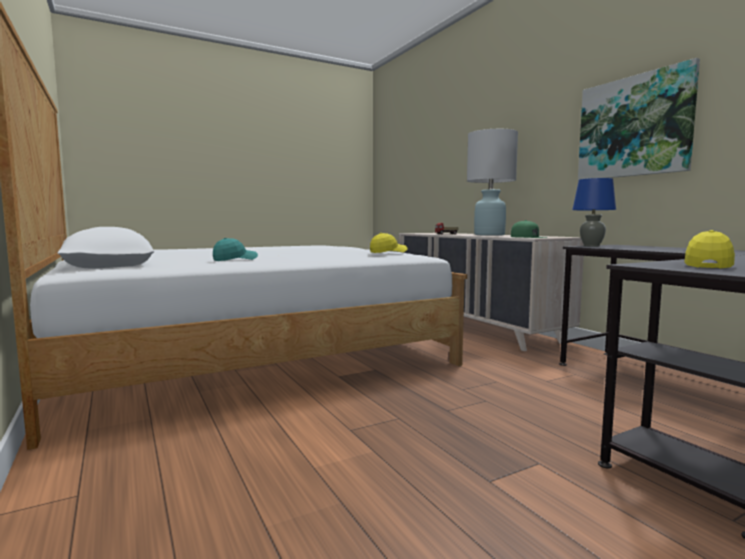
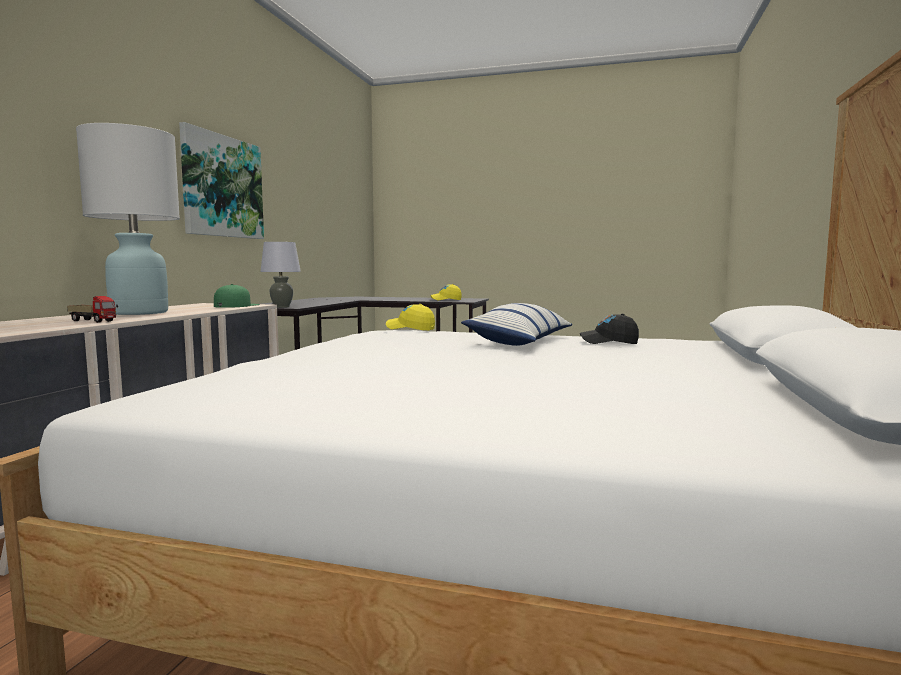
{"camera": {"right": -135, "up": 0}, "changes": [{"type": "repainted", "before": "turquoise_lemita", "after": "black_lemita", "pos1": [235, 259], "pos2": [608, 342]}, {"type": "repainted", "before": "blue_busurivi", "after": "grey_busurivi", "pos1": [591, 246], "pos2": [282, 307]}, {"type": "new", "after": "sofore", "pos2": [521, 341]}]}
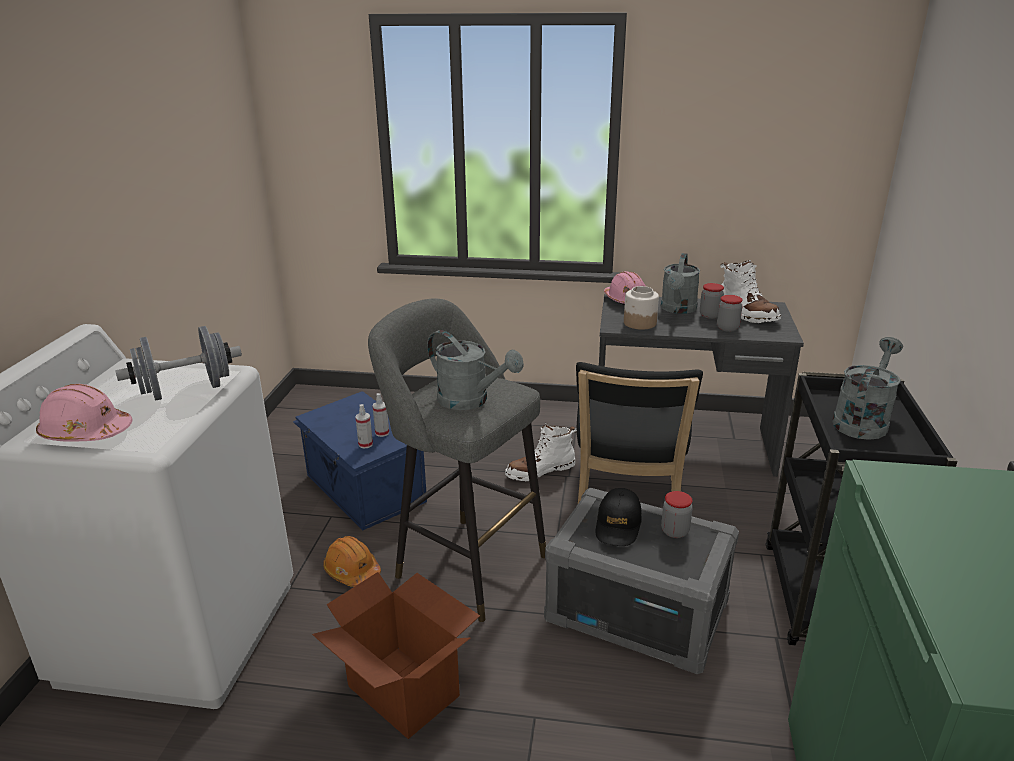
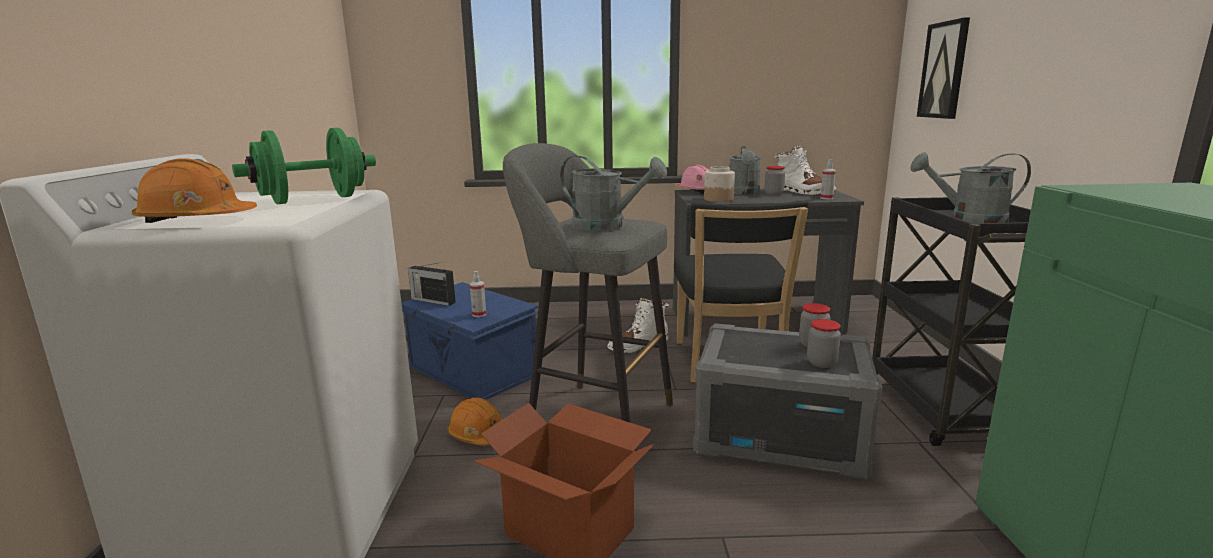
{"camera": {"right": -10, "up": -10}, "changes": [{"type": "repainted", "before": "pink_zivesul", "after": "orange_zivesul", "pos1": [86, 432], "pos2": [197, 221]}, {"type": "repainted", "before": "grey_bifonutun", "after": "green_bifonutun", "pos1": [186, 390], "pos2": [313, 200]}, {"type": "shifted", "before": "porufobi", "pos1": [382, 433], "pos2": [826, 198]}, {"type": "gone", "before": "black_lemita", "pos1": [618, 525]}, {"type": "shifted", "before": "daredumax", "pos1": [727, 328], "pos2": [821, 363]}, {"type": "rotated", "before": "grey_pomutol", "pos1": [862, 420], "pos2": [968, 220], "turn": -105}, {"type": "new", "after": "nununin", "pos2": [432, 300]}, {"type": "new", "after": "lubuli", "pos2": [944, 70]}]}
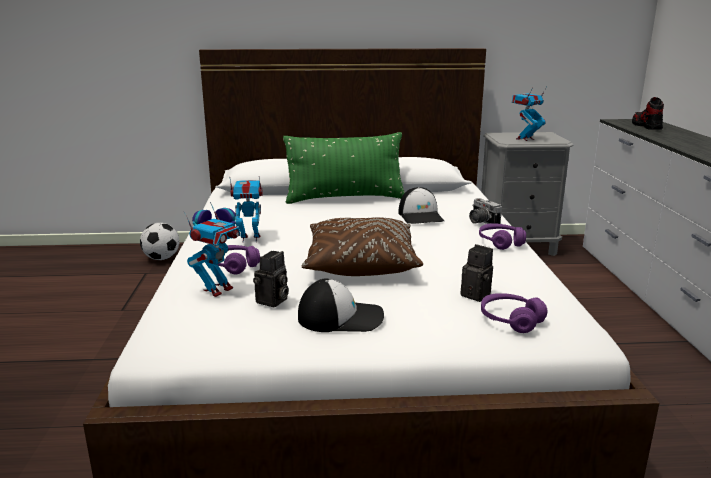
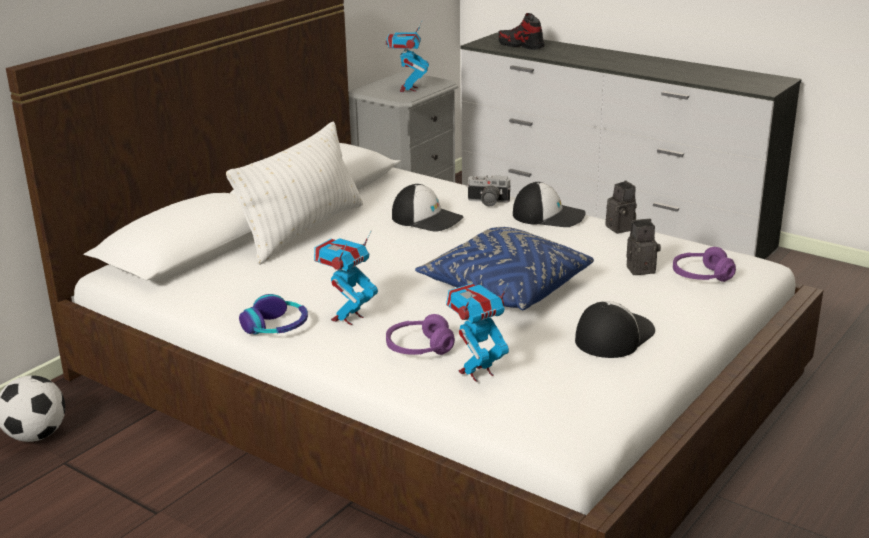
{"camera": {"right": -50, "up": 5}, "changes": [{"type": "rotated", "before": "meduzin", "pos1": [217, 290], "pos2": [477, 372], "turn": -105}, {"type": "shifted", "before": "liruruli", "pos1": [272, 301], "pos2": [622, 228]}, {"type": "repainted", "before": "green_sofore", "after": "white_sofore", "pos1": [345, 198], "pos2": [303, 231]}, {"type": "repainted", "before": "brown_sofore", "after": "blue_sofore", "pos1": [360, 263], "pos2": [504, 288]}, {"type": "swapped", "before": "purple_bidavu", "after": "lemita", "pos1": [500, 242], "pos2": [549, 216]}]}
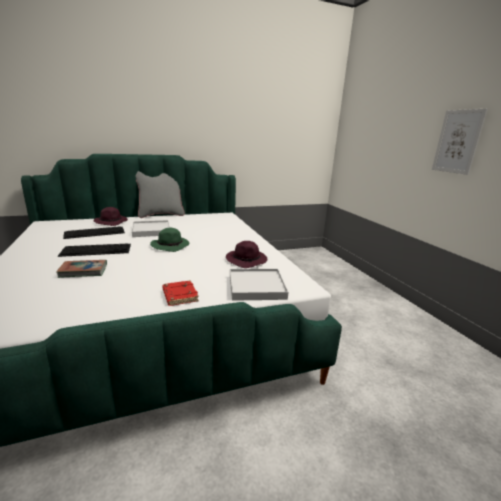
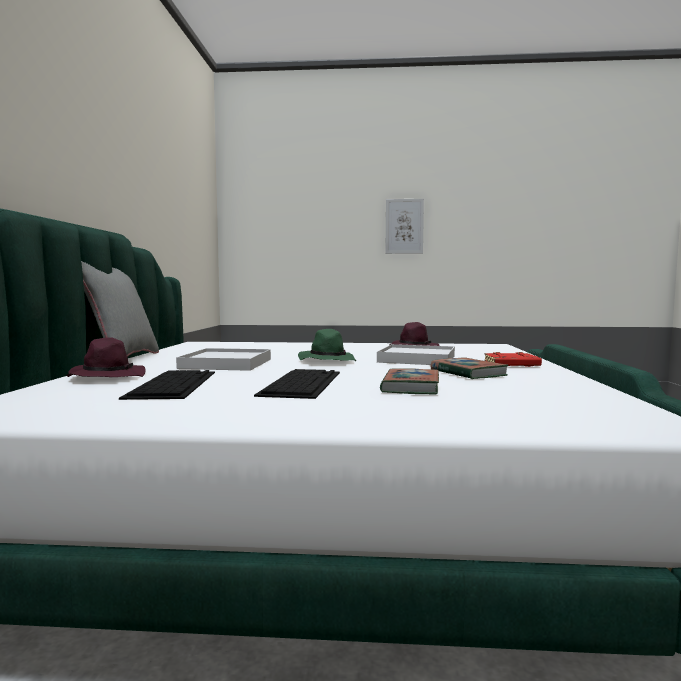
{"camera": {"right": -65, "up": -15}, "changes": [{"type": "shifted", "before": "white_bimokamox", "pos1": [256, 286], "pos2": [416, 359]}, {"type": "new", "after": "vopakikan", "pos2": [467, 373]}]}
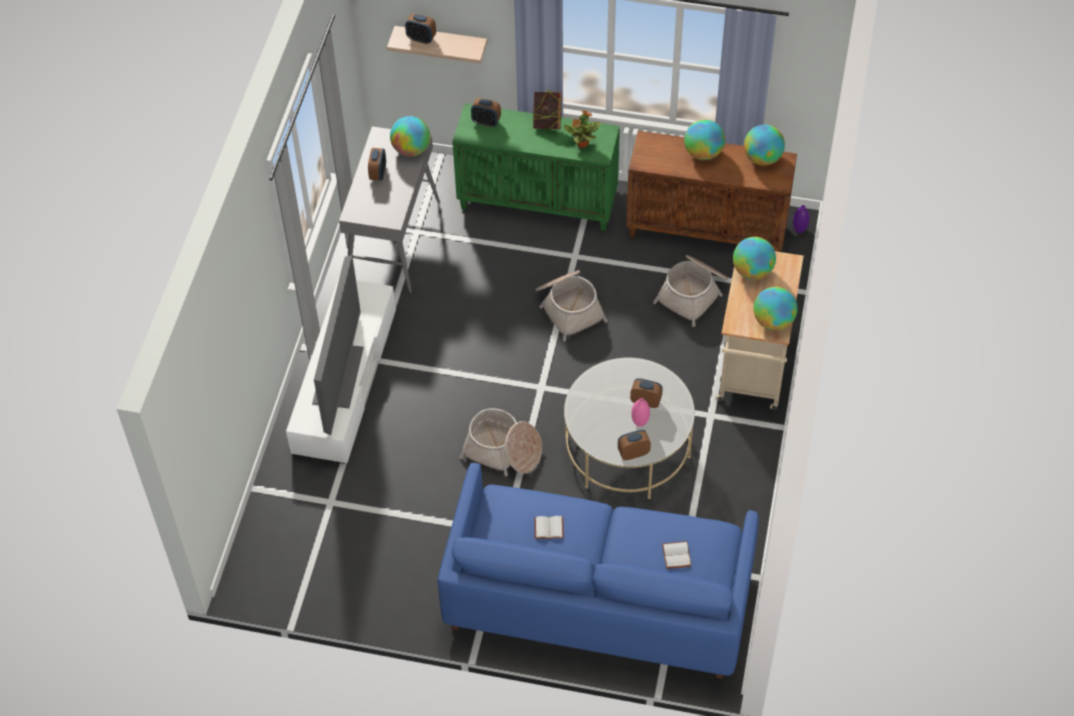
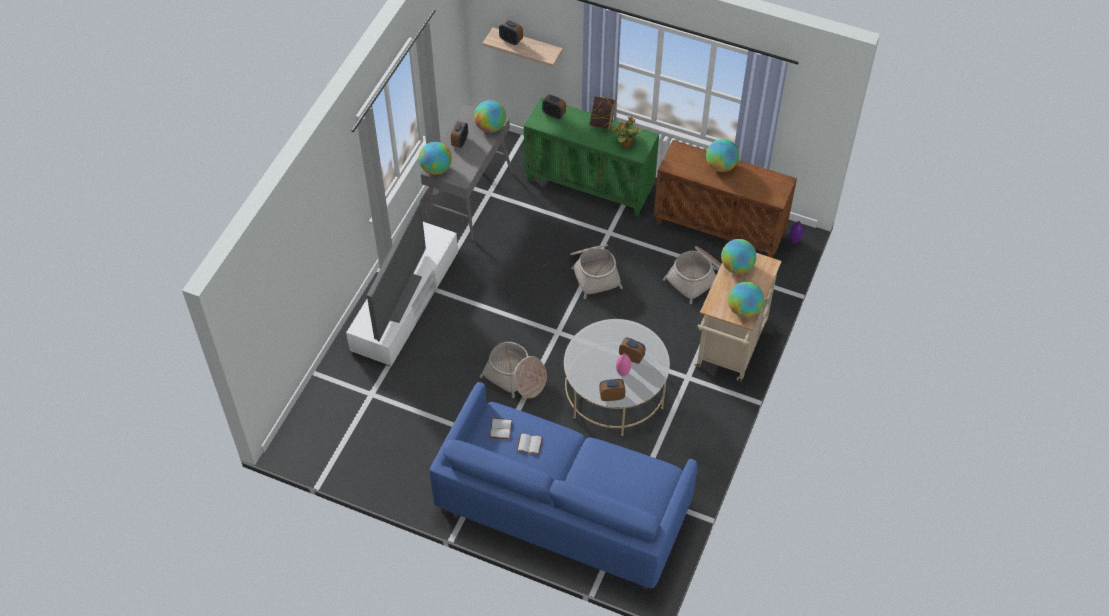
{"camera": {"right": 10, "up": 0}, "changes": [{"type": "shifted", "before": "white_vopakikan", "pos1": [675, 555], "pos2": [500, 428]}, {"type": "shifted", "before": "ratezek", "pos1": [762, 158], "pos2": [436, 169]}]}
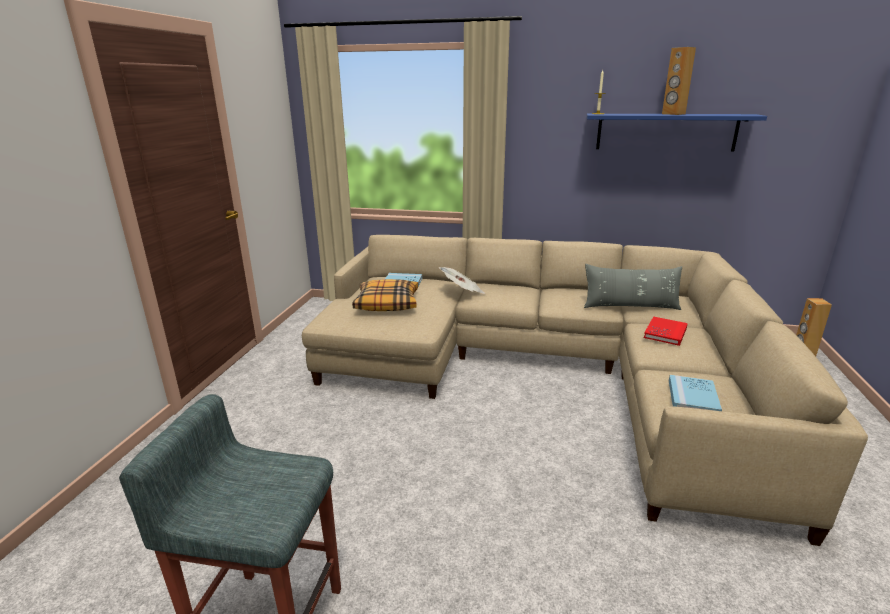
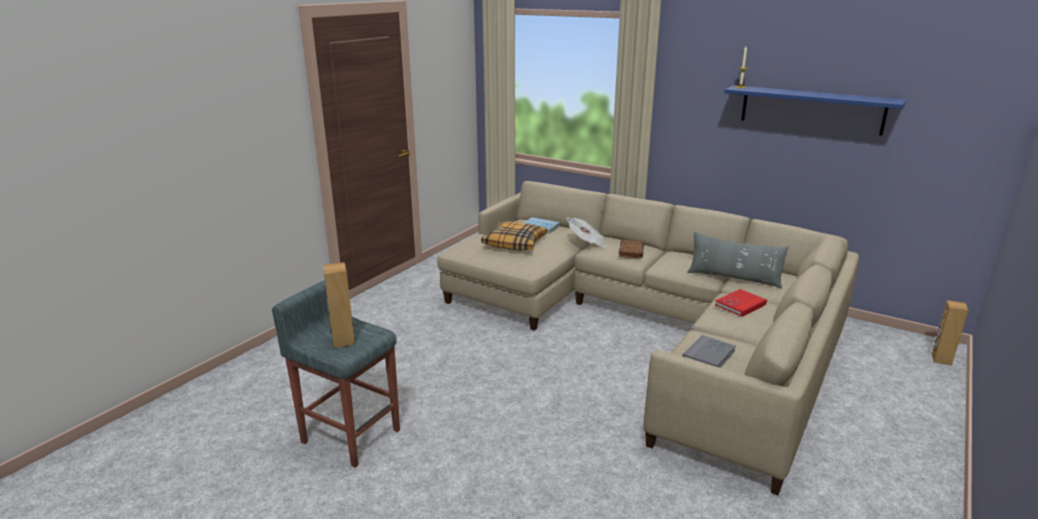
{"camera": {"right": 20, "up": 0}, "changes": [{"type": "shifted", "before": "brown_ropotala", "pos1": [673, 114], "pos2": [343, 341]}, {"type": "repainted", "before": "blue_vopakikan", "after": "grey_vopakikan", "pos1": [693, 397], "pos2": [708, 355]}, {"type": "new", "after": "brown_vopakikan", "pos2": [630, 251]}]}
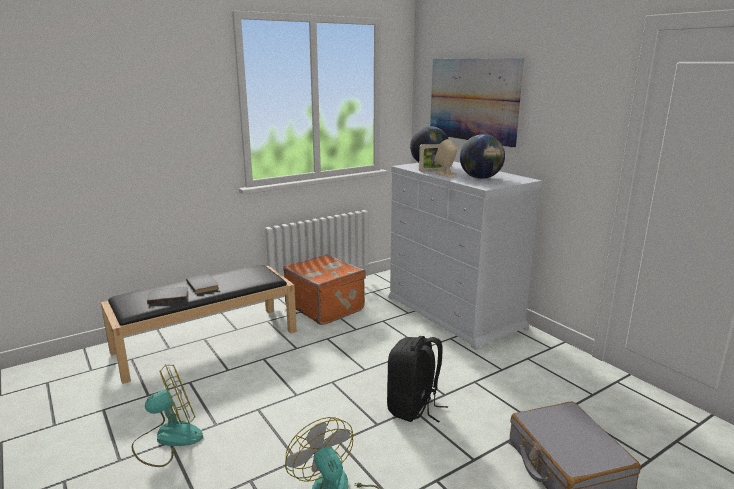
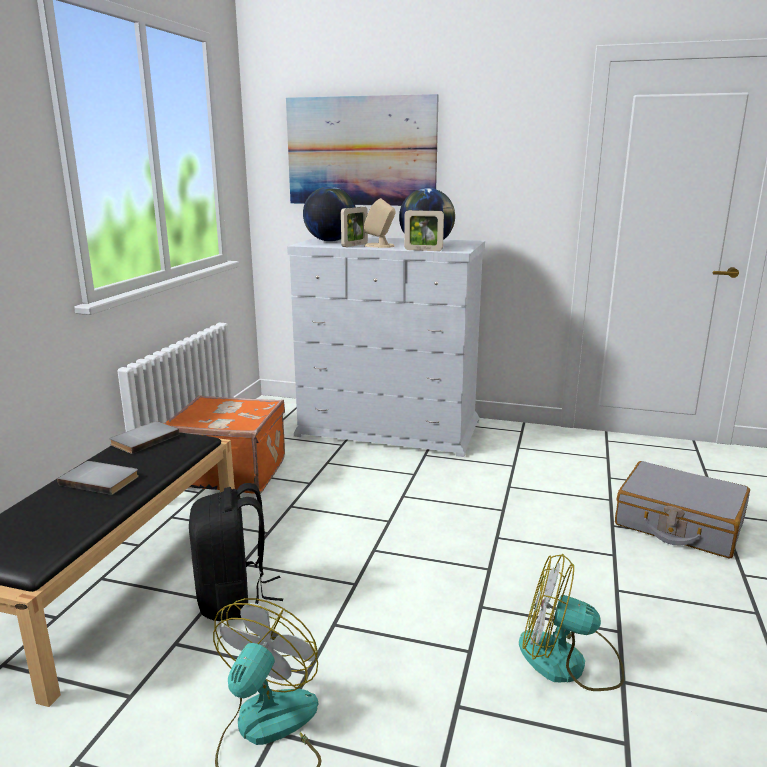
{"camera": {"right": -40, "up": 0}, "changes": [{"type": "shifted", "before": "grey_vopakikan", "pos1": [168, 296], "pos2": [143, 439]}, {"type": "shifted", "before": "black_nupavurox", "pos1": [413, 408], "pos2": [234, 598]}, {"type": "new", "after": "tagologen", "pos2": [423, 250]}]}
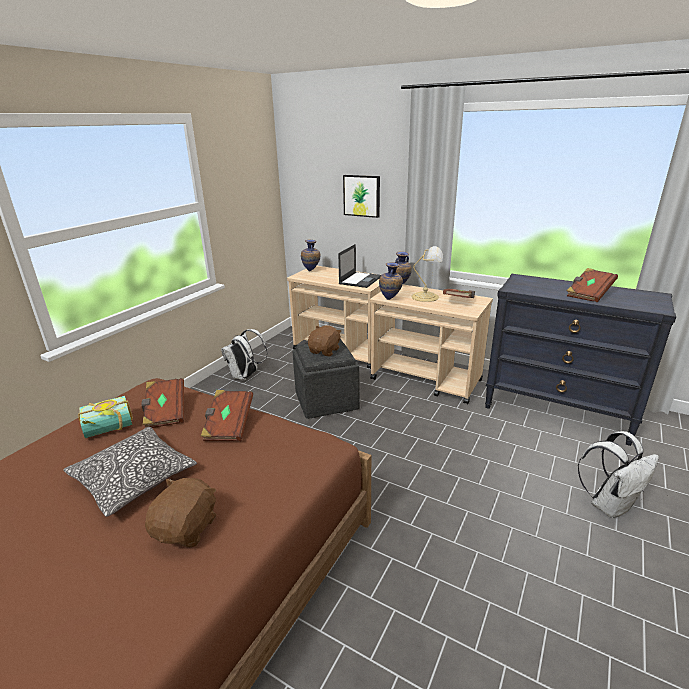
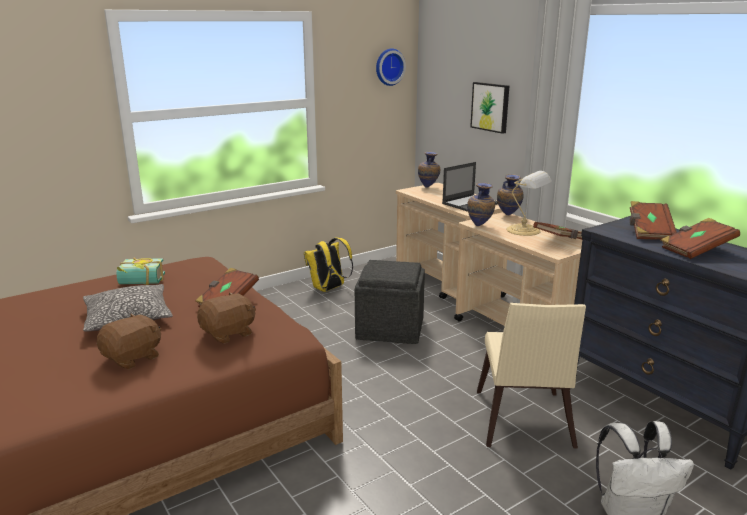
{"camera": {"right": 25, "up": -5}, "changes": [{"type": "shifted", "before": "brown_vopakikan", "pos1": [165, 412], "pos2": [649, 232]}, {"type": "repainted", "before": "white_nupavurox", "after": "yellow_nupavurox", "pos1": [246, 376], "pos2": [328, 289]}, {"type": "shifted", "before": "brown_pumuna", "pos1": [325, 351], "pos2": [228, 333]}, {"type": "new", "after": "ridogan", "pos2": [389, 67]}, {"type": "new", "after": "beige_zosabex", "pos2": [522, 423]}]}
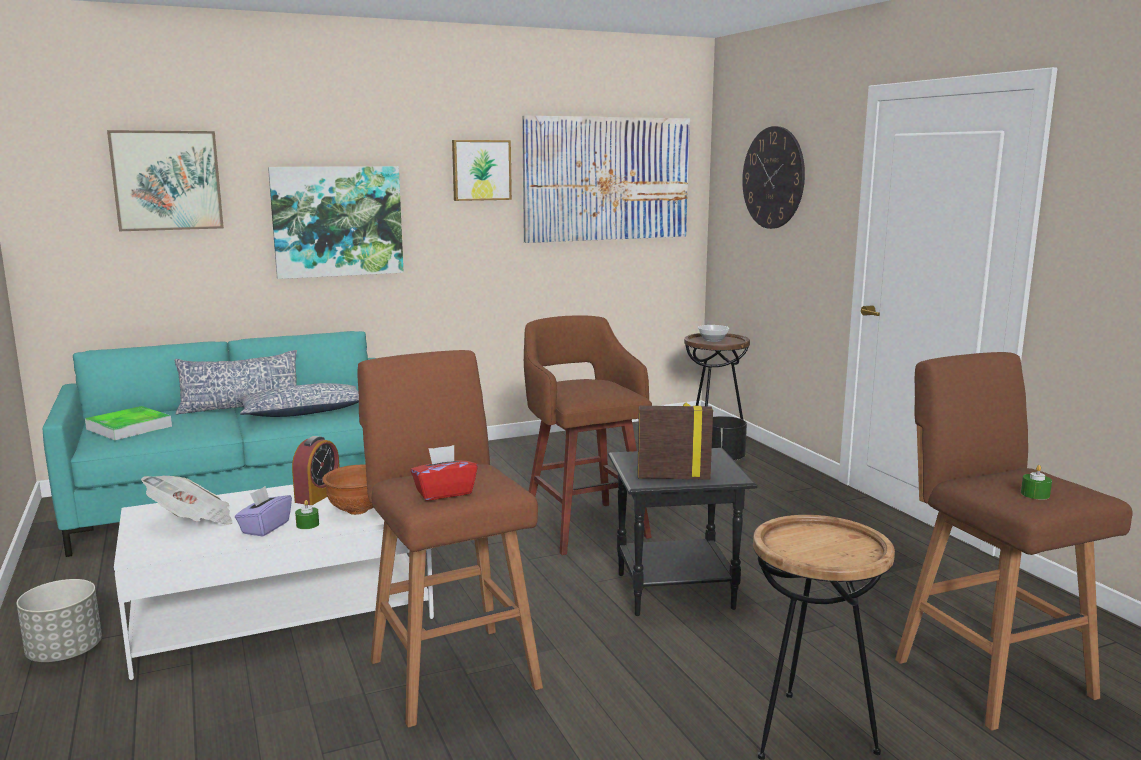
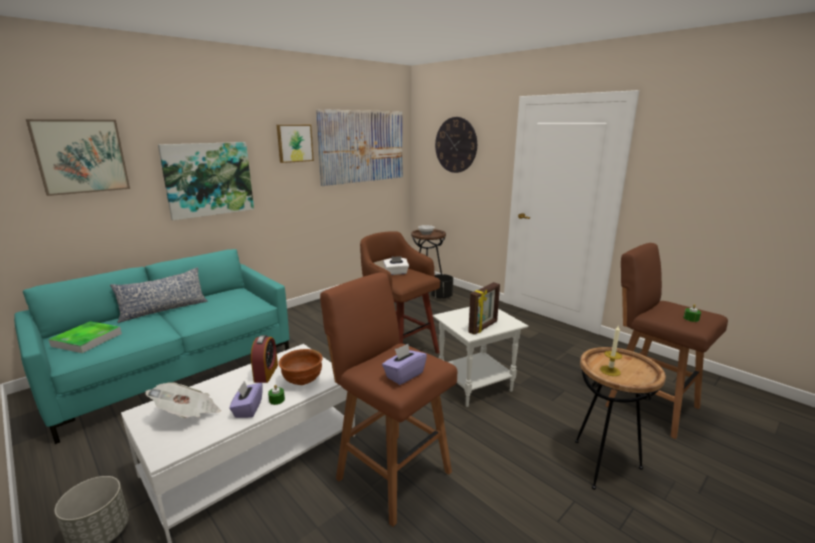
{"camera": {"right": -20, "up": 5}, "changes": [{"type": "gone", "before": "sofore", "pos1": [302, 413]}, {"type": "repainted", "before": "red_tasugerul", "after": "purple_tasugerul", "pos1": [444, 493], "pos2": [404, 375]}, {"type": "repainted", "before": "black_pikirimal", "after": "white_pikirimal", "pos1": [673, 591], "pos2": [474, 386]}, {"type": "rotated", "before": "tagologen", "pos1": [673, 477], "pos2": [483, 327], "turn": 150}, {"type": "new", "after": "white_tasugerul", "pos2": [396, 273]}, {"type": "new", "after": "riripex", "pos2": [610, 371]}]}
